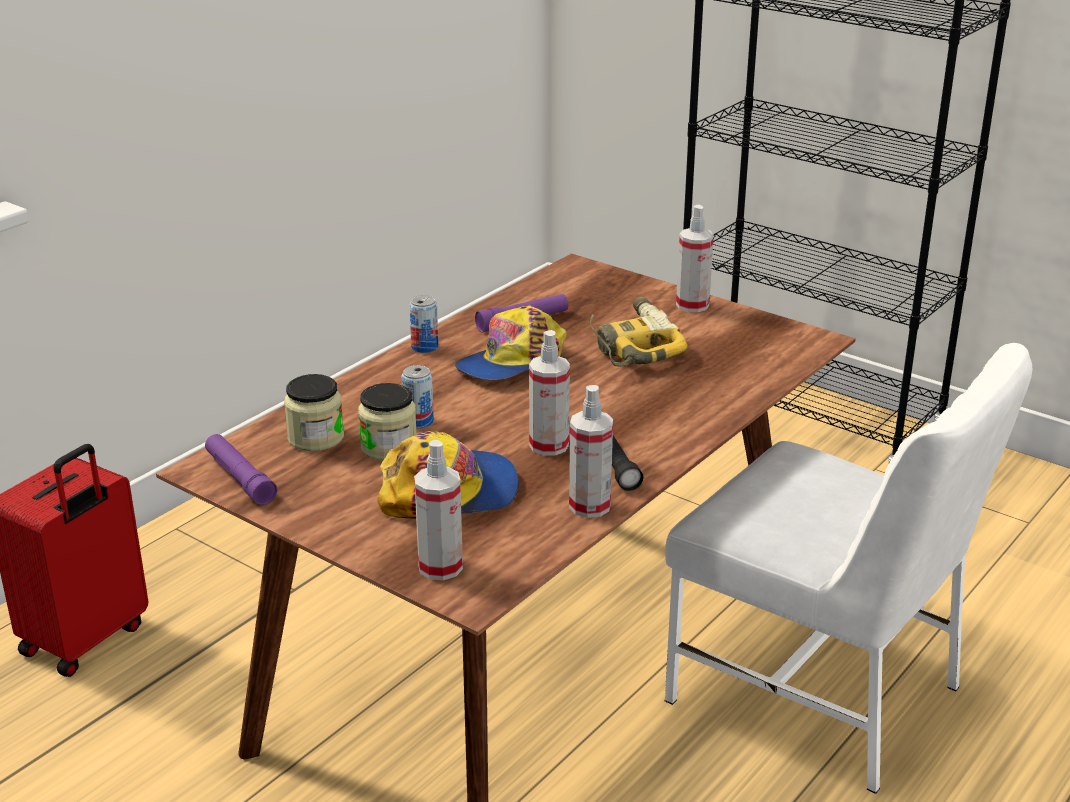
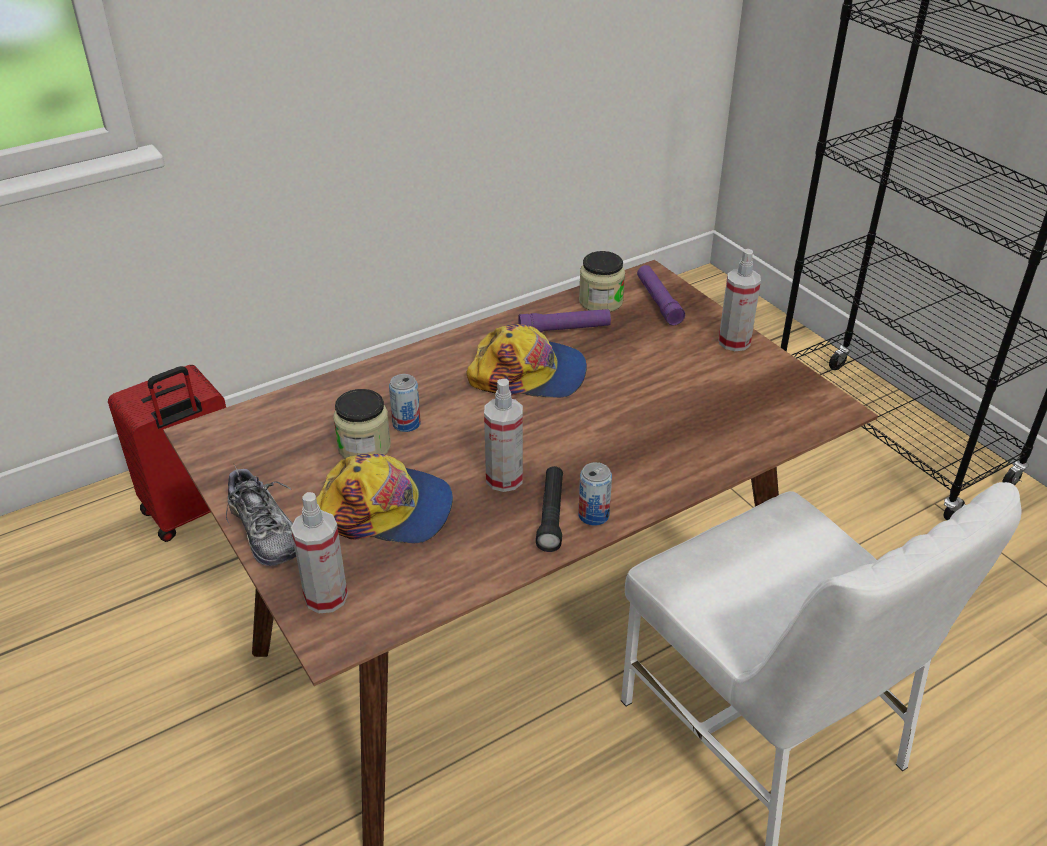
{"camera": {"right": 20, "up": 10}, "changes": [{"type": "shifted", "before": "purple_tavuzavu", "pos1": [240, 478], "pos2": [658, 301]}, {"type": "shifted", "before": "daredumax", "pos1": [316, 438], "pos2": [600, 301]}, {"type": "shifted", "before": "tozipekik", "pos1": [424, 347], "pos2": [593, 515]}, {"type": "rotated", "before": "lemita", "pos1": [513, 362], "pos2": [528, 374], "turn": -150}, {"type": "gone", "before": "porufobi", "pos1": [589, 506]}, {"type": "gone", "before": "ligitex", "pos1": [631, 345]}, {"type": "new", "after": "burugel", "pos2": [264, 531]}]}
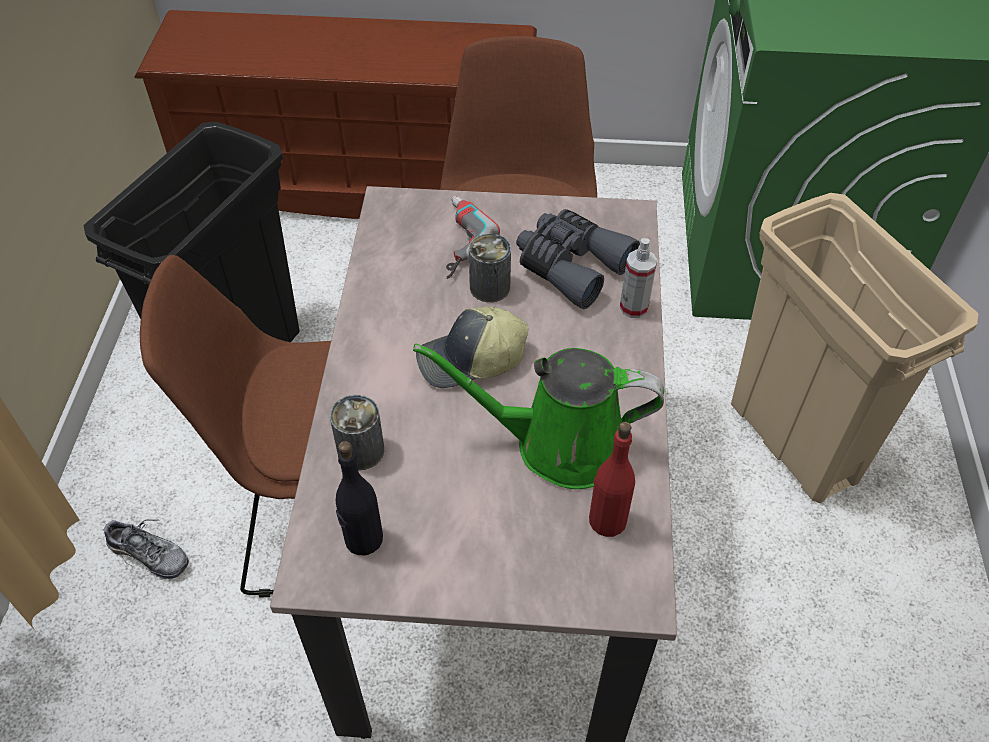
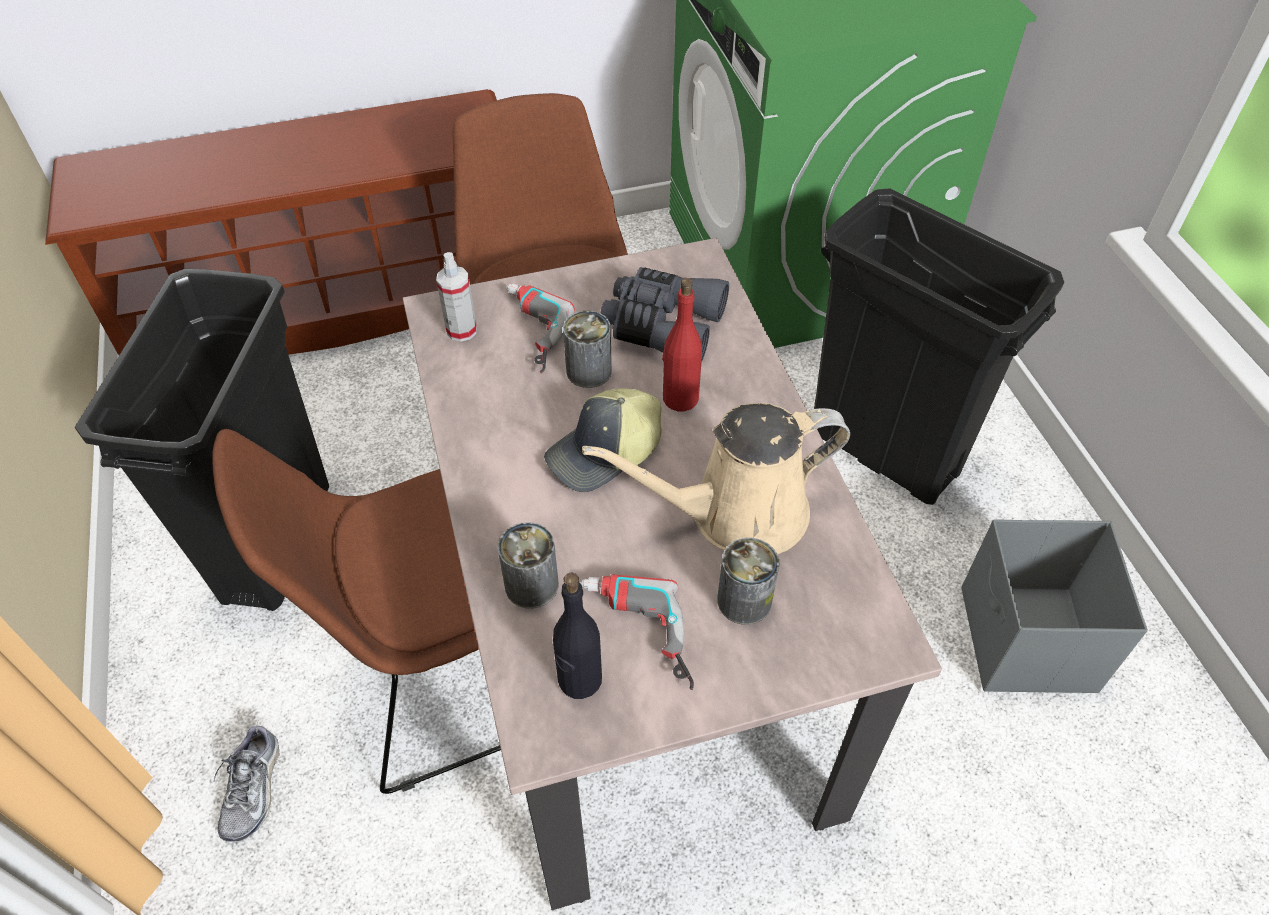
{"camera": {"right": -20, "up": 0}, "changes": [{"type": "rotated", "before": "burugel", "pos1": [149, 555], "pos2": [253, 789], "turn": 90}, {"type": "repainted", "before": "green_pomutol", "after": "beige_pomutol", "pos1": [558, 444], "pos2": [736, 513]}, {"type": "shifted", "before": "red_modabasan", "pos1": [607, 520], "pos2": [680, 398]}, {"type": "shifted", "before": "porufobi", "pos1": [633, 307], "pos2": [462, 330]}, {"type": "repainted", "before": "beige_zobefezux", "after": "black_zobefezux", "pos1": [793, 442], "pos2": [884, 453]}, {"type": "new", "after": "ligitex", "pos2": [635, 636]}, {"type": "new", "after": "tozipekik", "pos2": [744, 600]}, {"type": "new", "after": "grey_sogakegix", "pos2": [1026, 641]}]}
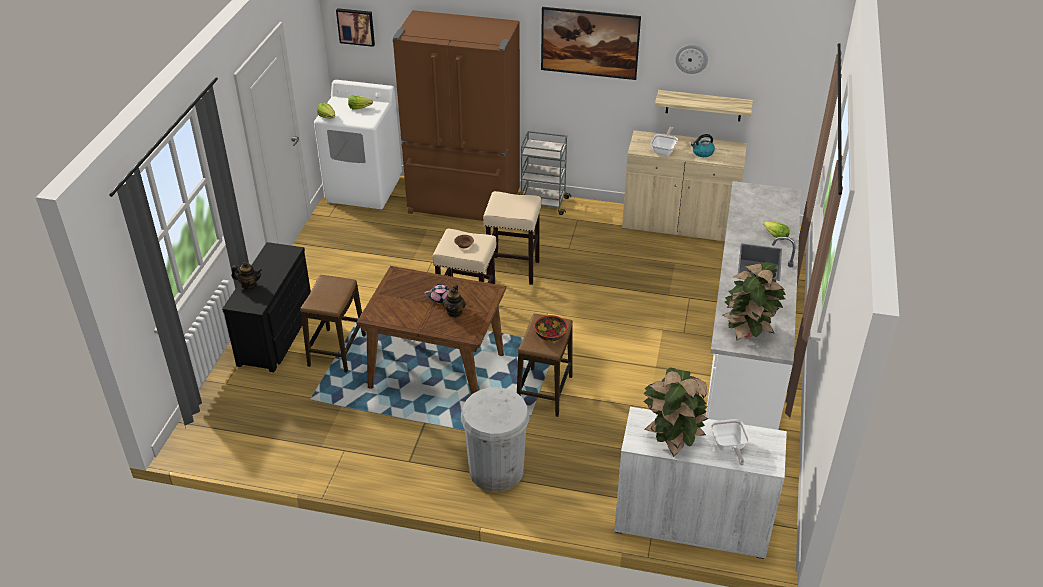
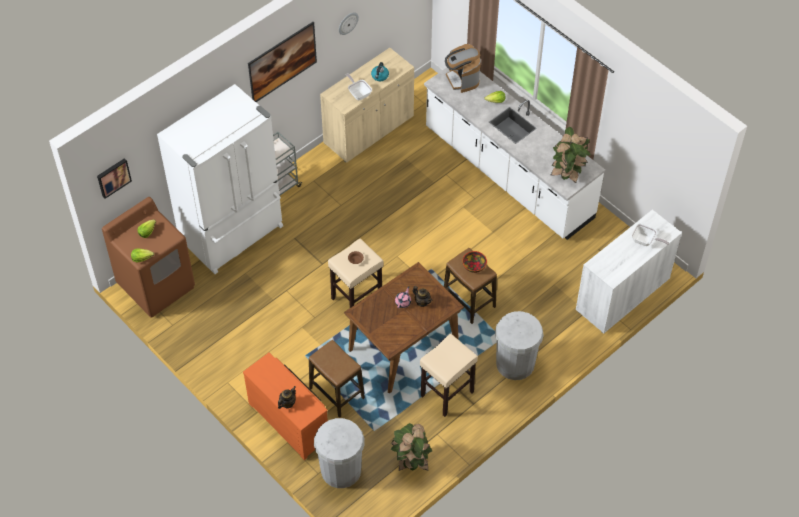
{"camera": {"right": -55, "up": 15}, "changes": [{"type": "repainted", "before": "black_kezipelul", "after": "orange_kezipelul", "pos1": [278, 334], "pos2": [290, 420]}, {"type": "repainted", "before": "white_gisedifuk", "after": "brown_gisedifuk", "pos1": [364, 189], "pos2": [156, 285]}, {"type": "repainted", "before": "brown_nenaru", "after": "white_nenaru", "pos1": [463, 203], "pos2": [233, 234]}, {"type": "shifted", "before": "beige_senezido", "pos1": [512, 270], "pos2": [446, 394]}, {"type": "shifted", "before": "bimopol", "pos1": [671, 439], "pos2": [411, 461]}, {"type": "gone", "before": "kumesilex", "pos1": [703, 105]}, {"type": "new", "after": "white_zobefezux", "pos2": [341, 470]}, {"type": "new", "after": "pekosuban", "pos2": [462, 79]}]}
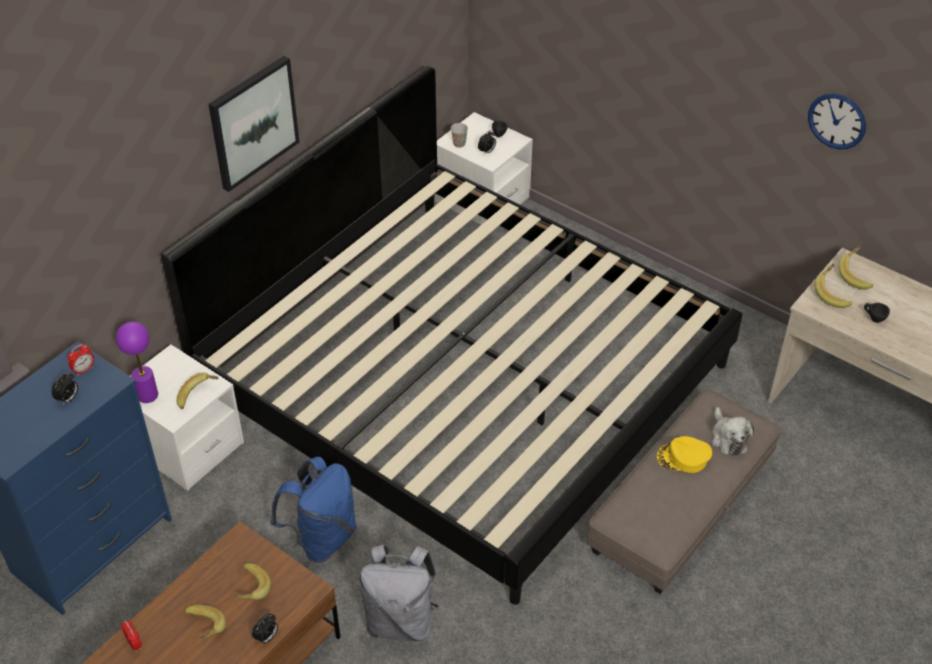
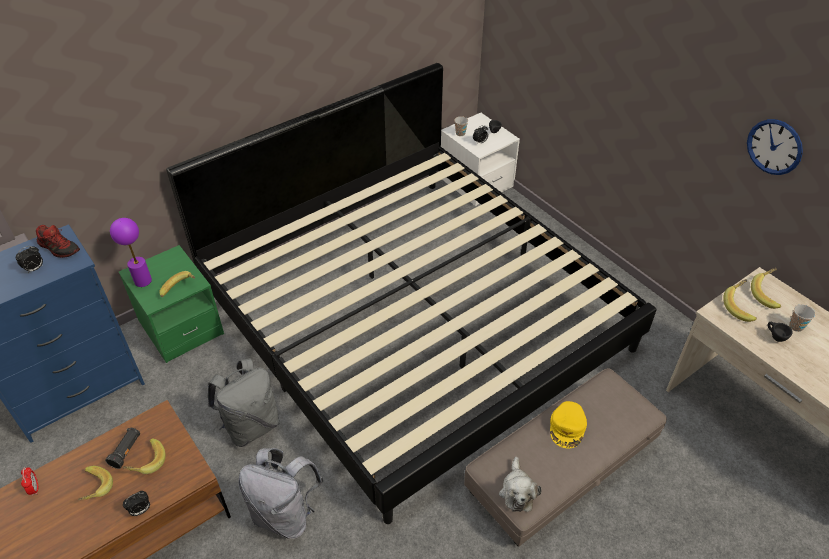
{"camera": {"right": 15, "up": 0}, "changes": [{"type": "swapped", "before": "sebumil", "after": "burugel", "pos1": [84, 370], "pos2": [60, 248]}, {"type": "repainted", "before": "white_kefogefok", "after": "green_kefogefok", "pos1": [186, 446], "pos2": [181, 327]}, {"type": "gone", "before": "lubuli", "pos1": [253, 122]}, {"type": "repainted", "before": "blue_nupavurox", "after": "grey_nupavurox", "pos1": [321, 538], "pos2": [251, 425]}, {"type": "rotated", "before": "yellow_lemita", "pos1": [683, 458], "pos2": [567, 427], "turn": -90}, {"type": "shifted", "before": "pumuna", "pos1": [728, 438], "pos2": [517, 491]}, {"type": "new", "after": "black_tavuzavu", "pos2": [126, 451]}, {"type": "new", "after": "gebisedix", "pos2": [796, 326]}]}
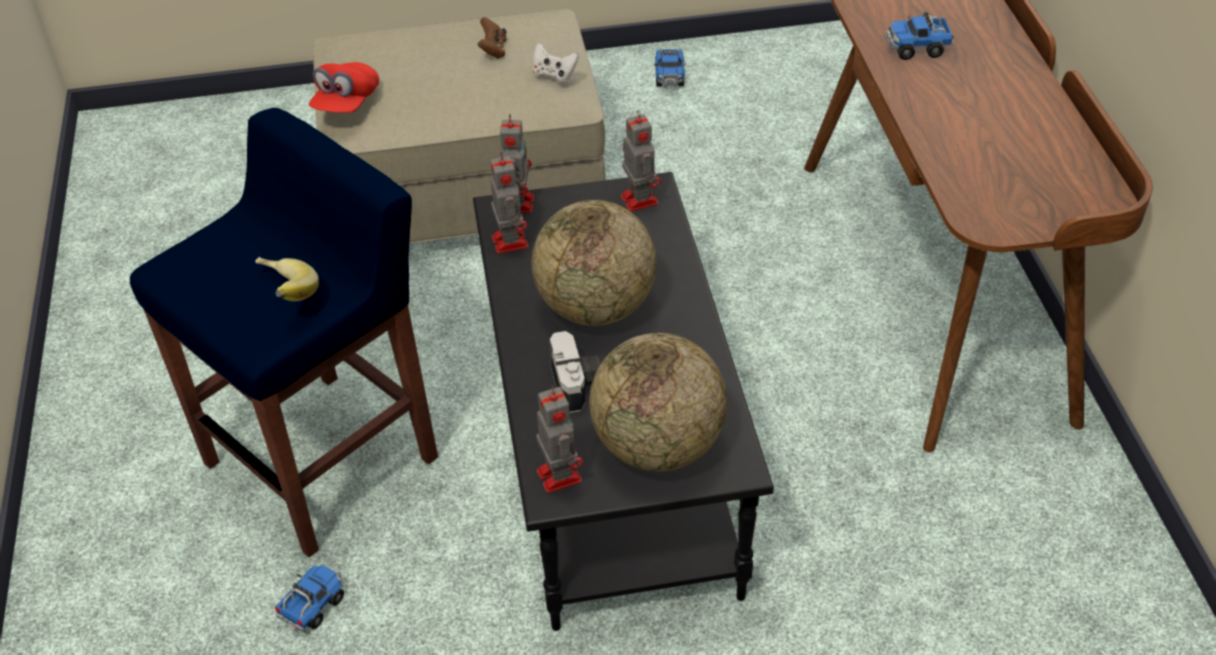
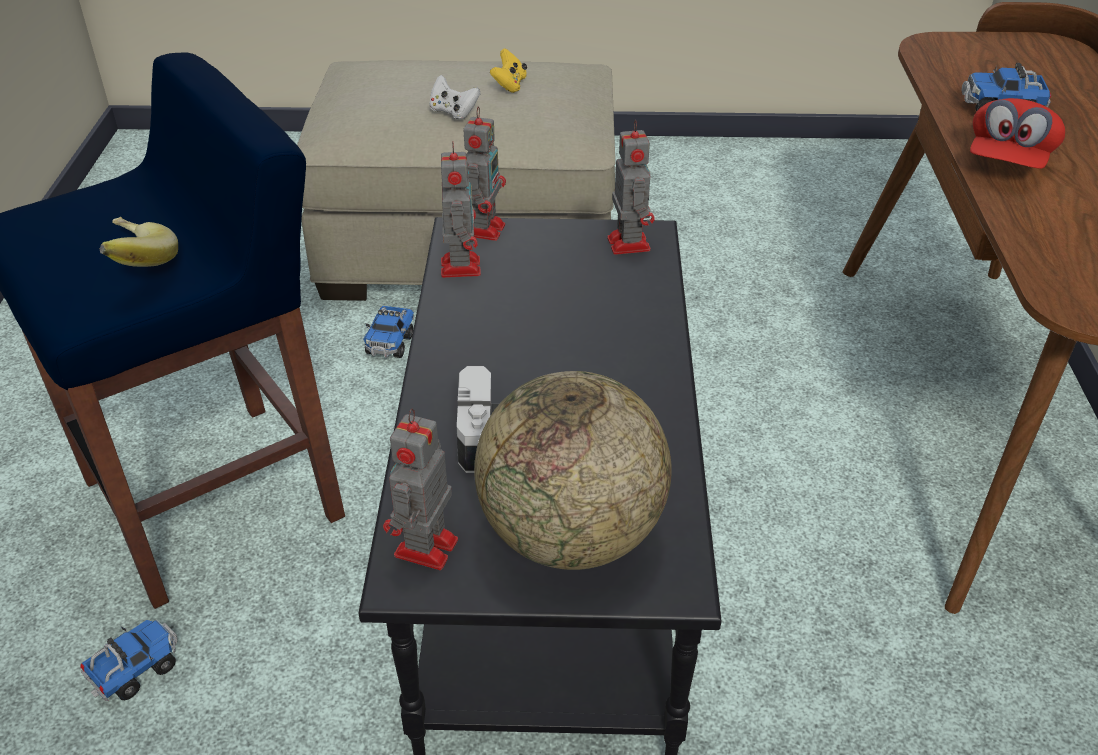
{"camera": {"right": 10, "up": -5}, "changes": [{"type": "shifted", "before": "red_lemita", "pos1": [346, 103], "pos2": [1007, 162]}, {"type": "repainted", "before": "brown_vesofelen", "after": "yellow_vesofelen", "pos1": [493, 50], "pos2": [509, 85]}, {"type": "gone", "before": "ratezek", "pos1": [596, 306]}, {"type": "shifted", "before": "white_vesofelen", "pos1": [554, 74], "pos2": [453, 112]}, {"type": "rotated", "before": "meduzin", "pos1": [558, 474], "pos2": [425, 550], "turn": -150}, {"type": "shifted", "before": "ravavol", "pos1": [669, 77], "pos2": [390, 344]}]}
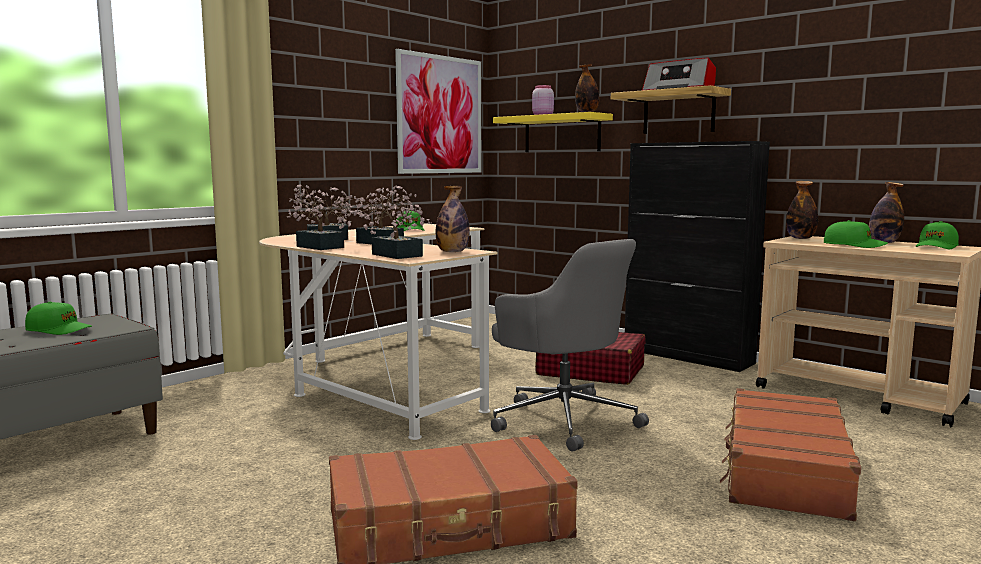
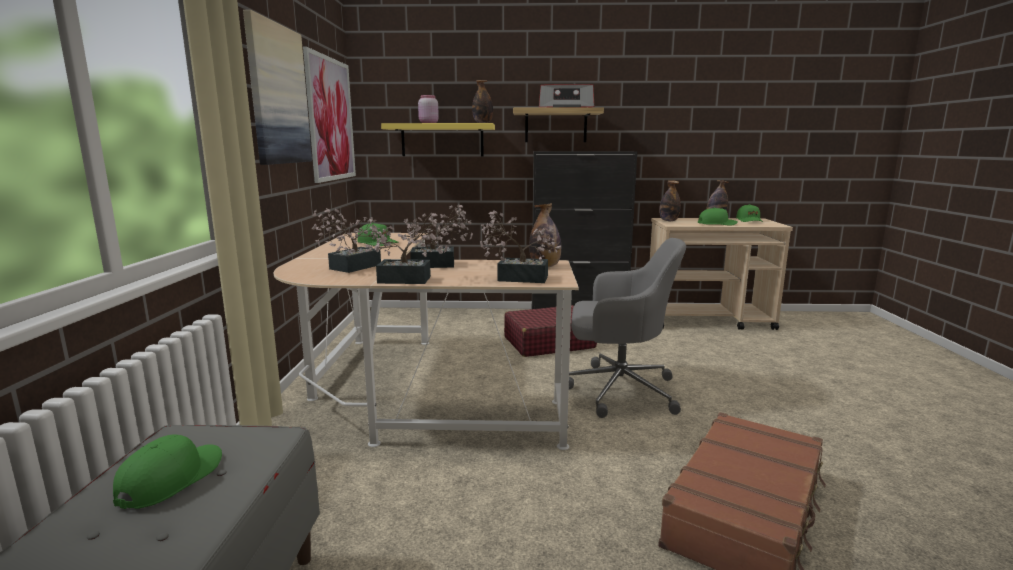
{"camera": {"right": -40, "up": 5}, "changes": [{"type": "rotated", "before": "green_lemita", "pos1": [59, 329], "pos2": [171, 479], "turn": -45}, {"type": "gone", "before": "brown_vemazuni", "pos1": [784, 470]}, {"type": "new", "after": "lubuli", "pos2": [277, 95]}]}
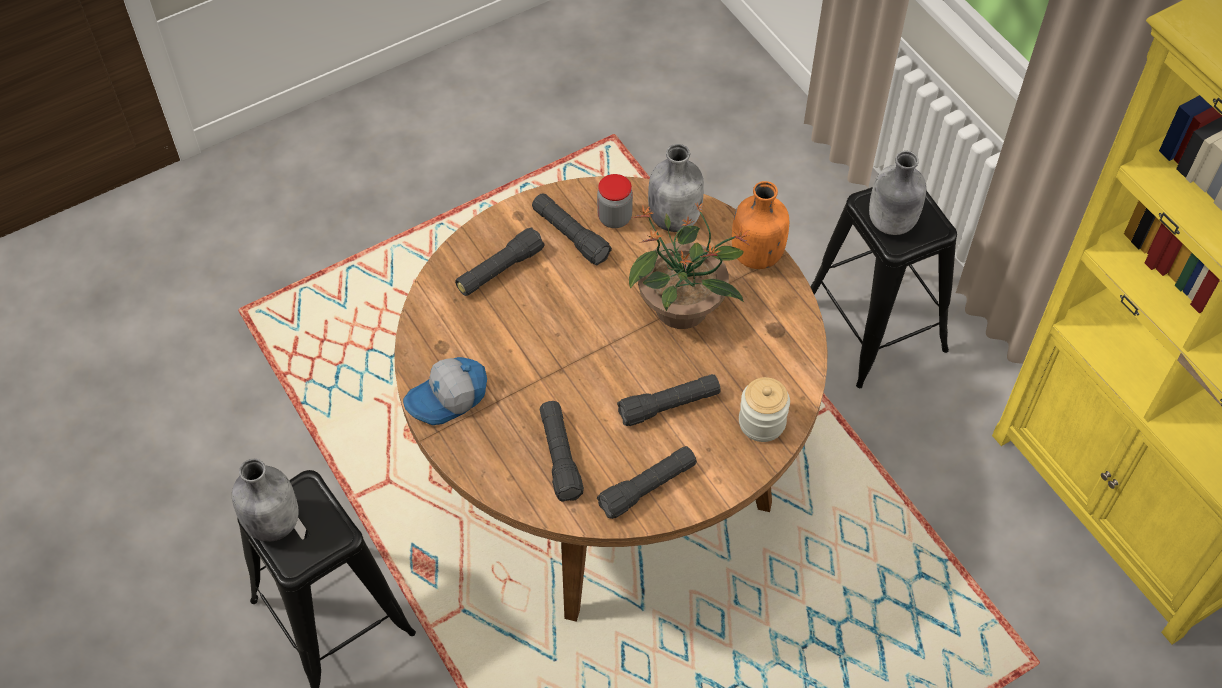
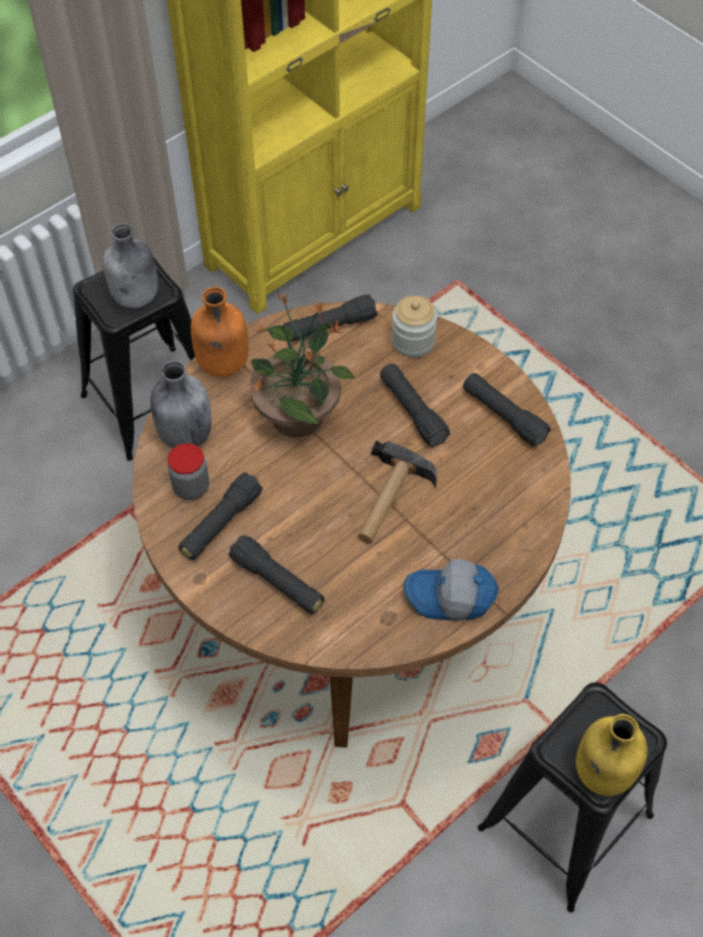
{"camera": {"right": -100, "up": 0}, "changes": [{"type": "repainted", "before": "grey_modabasan", "after": "yellow_modabasan", "pos1": [273, 521], "pos2": [602, 773]}, {"type": "rotated", "before": "lemita", "pos1": [448, 398], "pos2": [450, 598], "turn": 135}, {"type": "shifted", "before": "black_tavuzavu", "pos1": [560, 456], "pos2": [330, 327]}, {"type": "new", "after": "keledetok", "pos2": [388, 501]}]}
